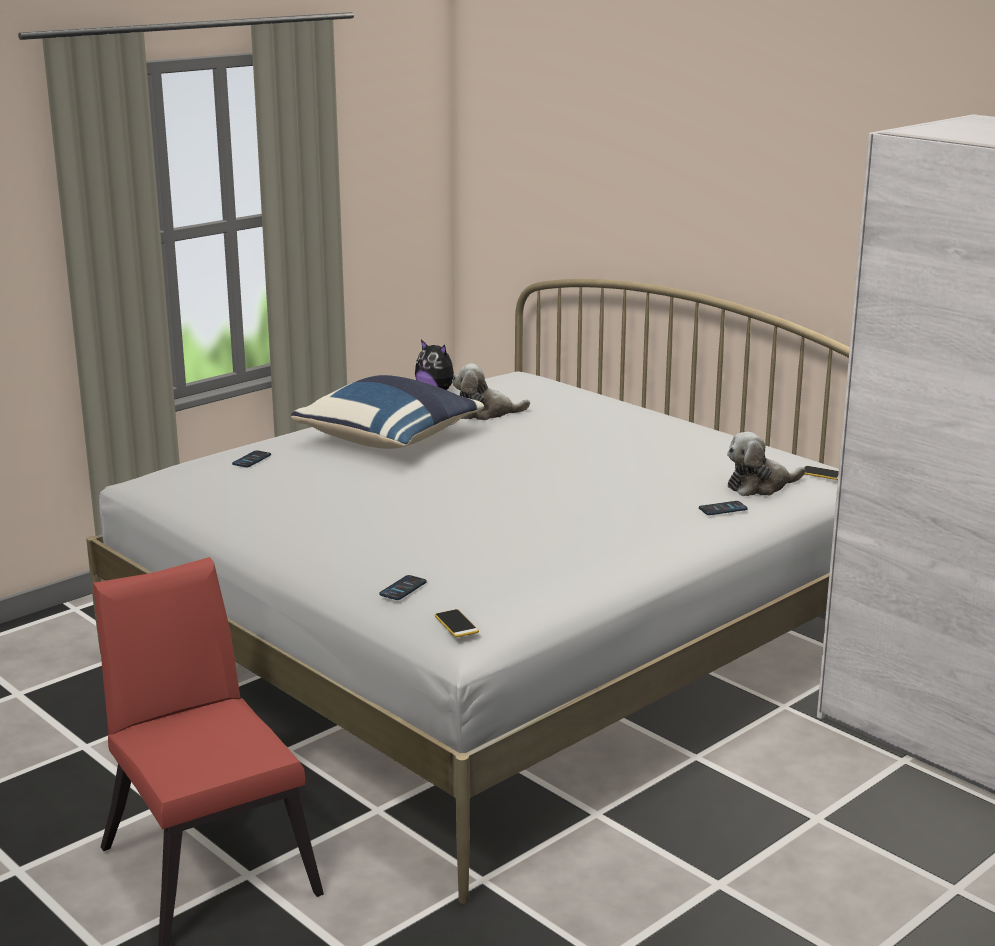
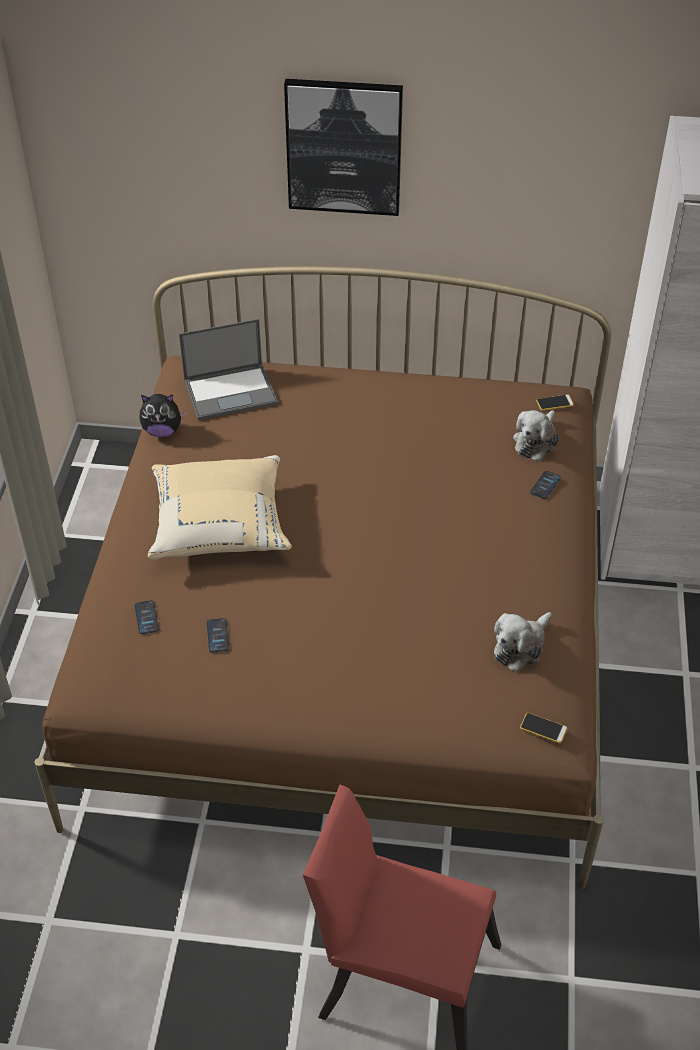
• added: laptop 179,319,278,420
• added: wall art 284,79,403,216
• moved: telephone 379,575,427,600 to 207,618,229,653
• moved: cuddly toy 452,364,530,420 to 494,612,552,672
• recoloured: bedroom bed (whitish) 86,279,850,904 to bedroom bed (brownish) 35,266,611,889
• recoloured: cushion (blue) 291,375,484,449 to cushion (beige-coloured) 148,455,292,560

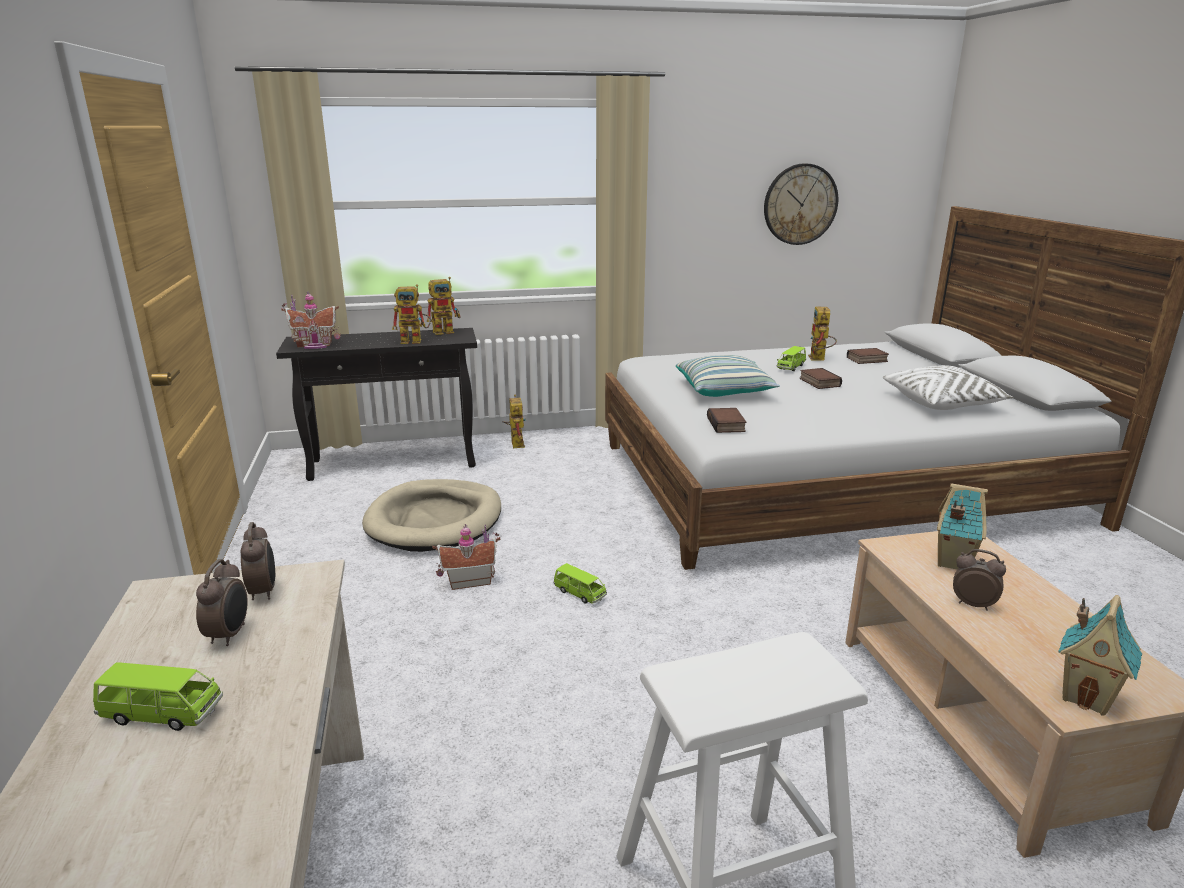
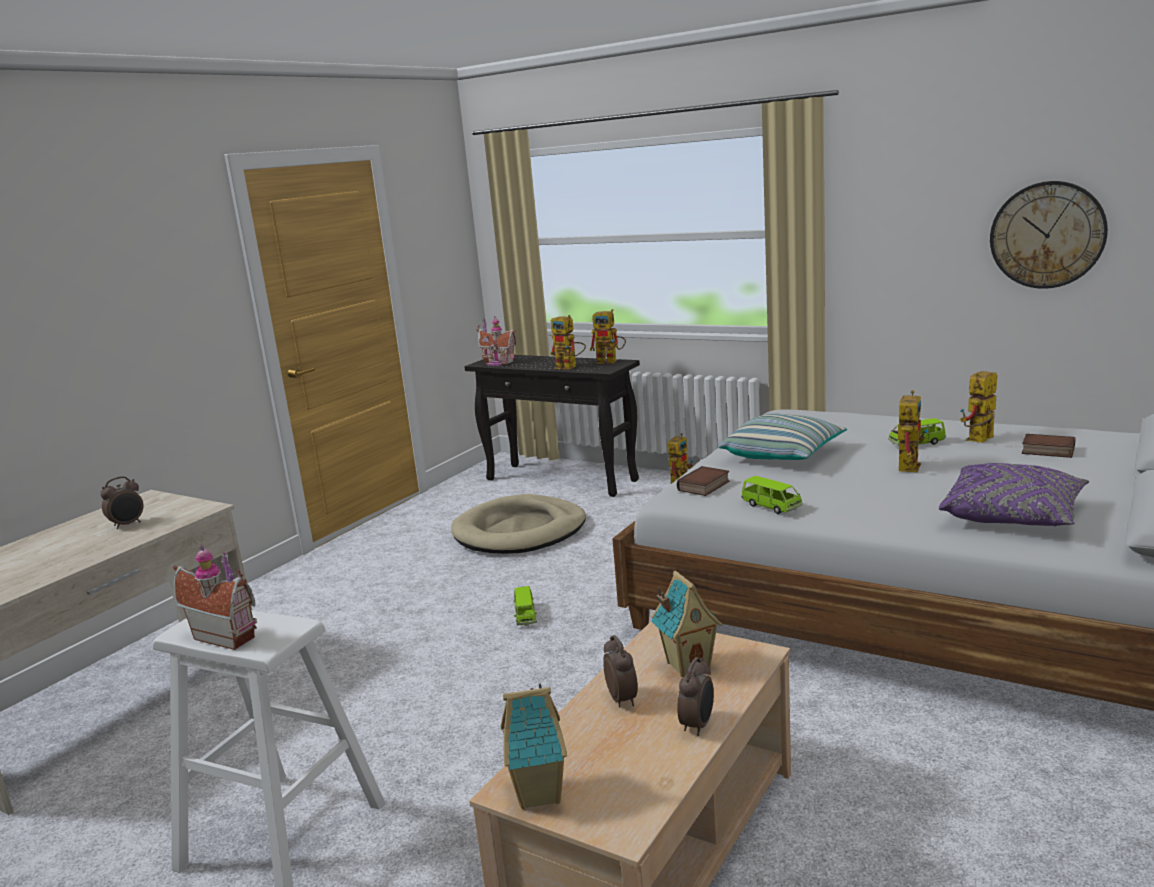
• moved: toy car (greenish) 93,662,223,731 to 741,476,803,514
• moved: table clock 240,522,275,600 to 677,657,714,736
• moved: miniature house 432,524,500,590 to 173,544,257,650
• replaced: bound book 799,368,842,389 to model robot 891,390,928,472
• recoloured: cushion (whitish) 883,365,1013,410 to cushion (purple) 939,463,1089,526

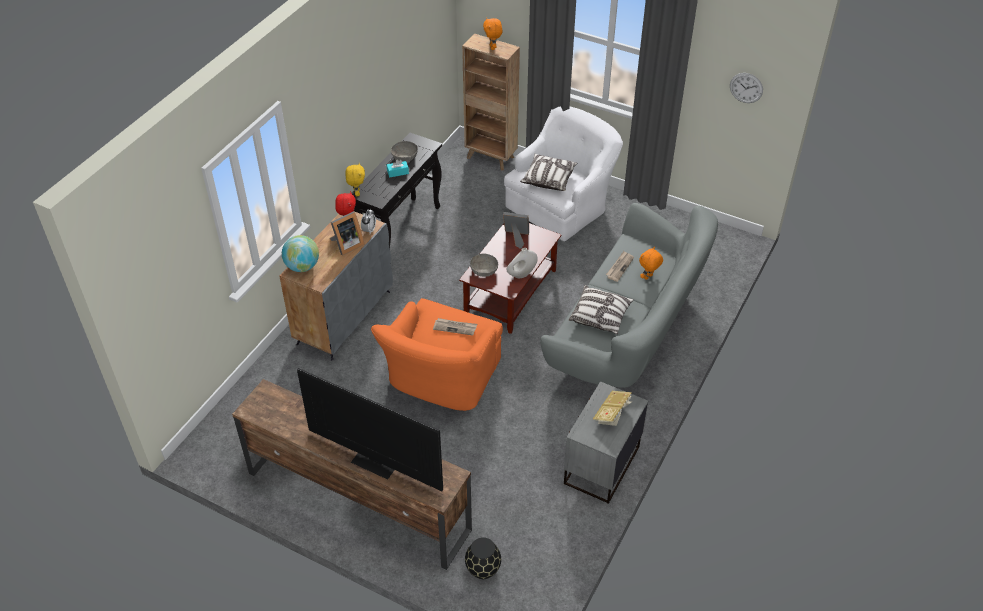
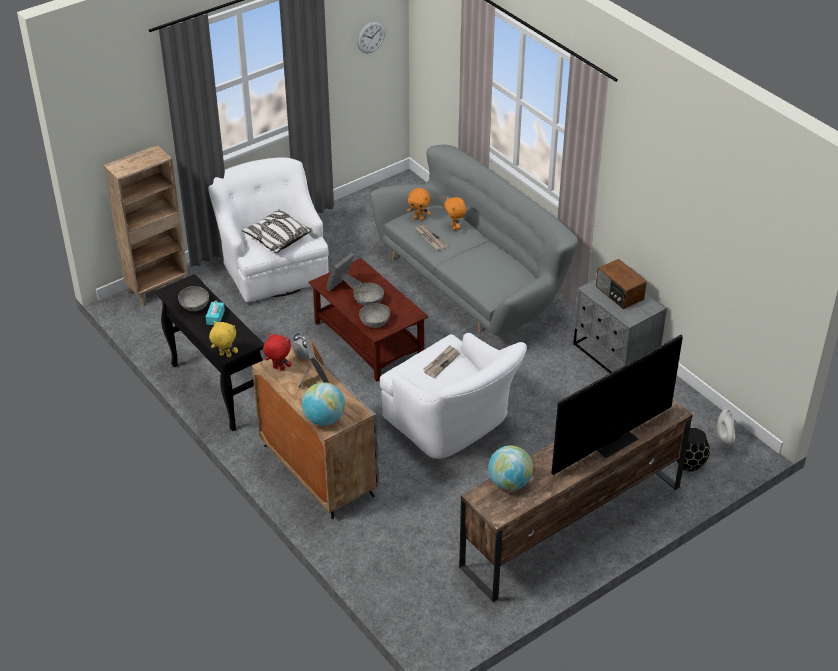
• removed: cushion 569,285,634,334
• added: deep dish (gray) 353,283,384,306
• added: desk globe 488,446,533,490
• moved: cuddly toy (orange) 483,17,502,50 to 407,188,431,220
• moved: flower vase (whitish) 506,248,538,278 to 717,409,735,447
• replaced: bound book 593,391,632,426 to radio set 596,259,646,309
• recoloured: easy chair (orange) 371,298,503,411 to easy chair (whitish) 380,333,527,459

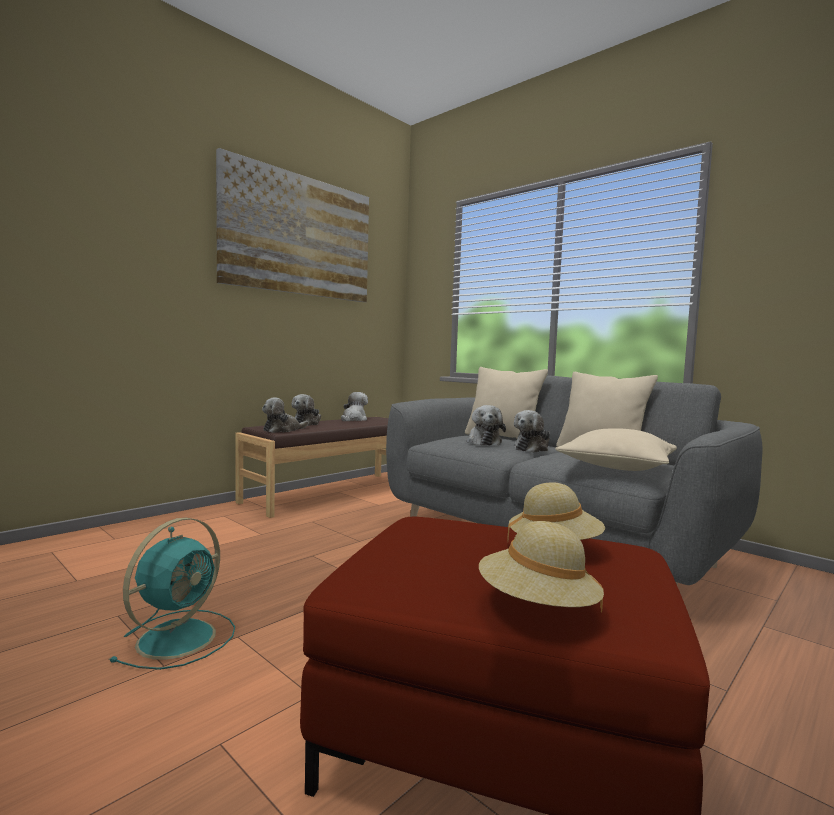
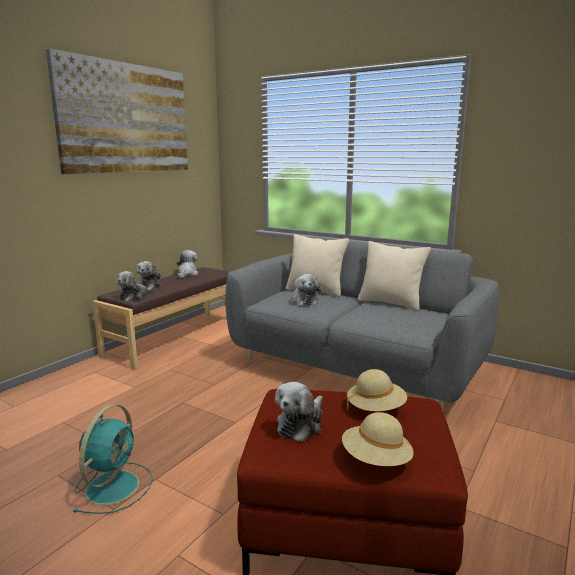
• removed: cushion (beige-coloured) 555,428,677,471
• moved: cuddly toy 514,410,550,453 to 275,382,323,442

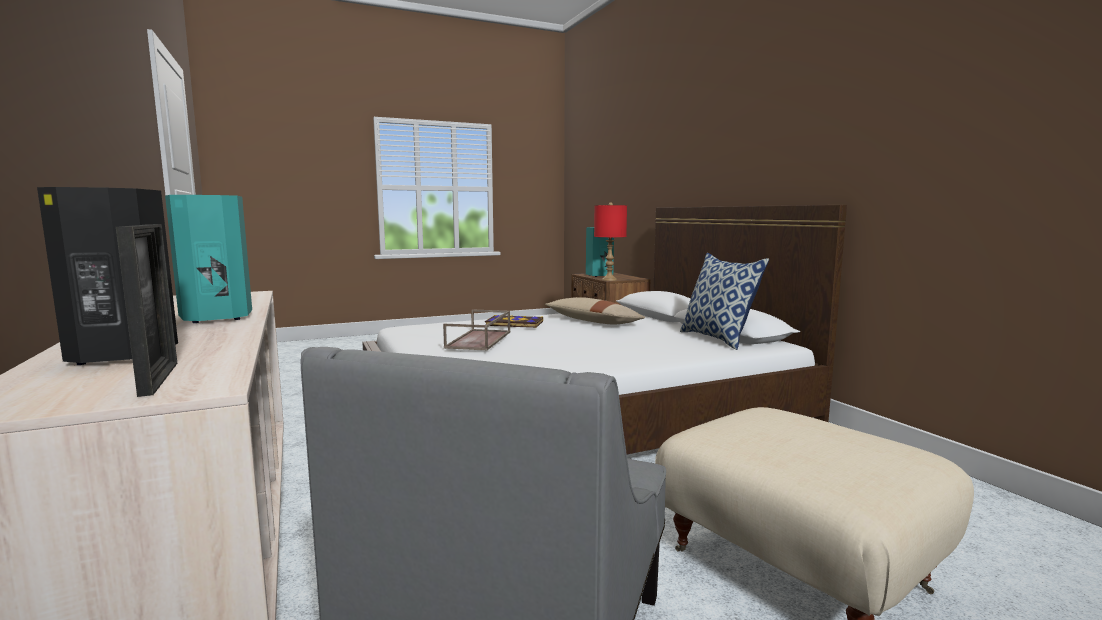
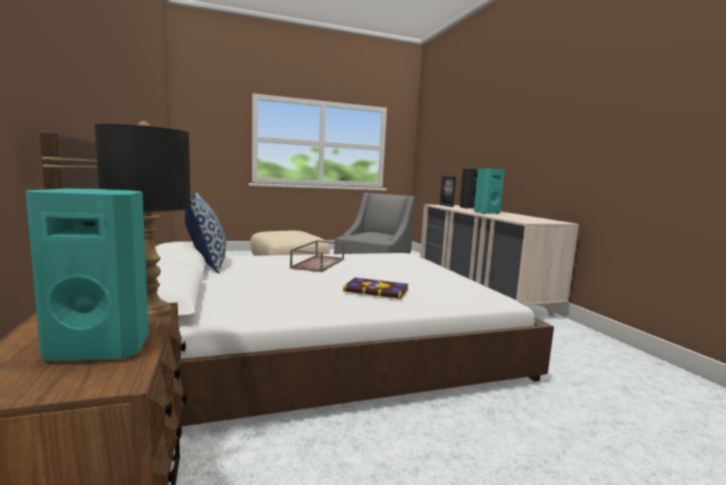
• removed: cushion (beige-coloured) 545,297,645,325
• moved: tray (brownish) 443,309,510,351 to 290,240,345,272
• recoloured: tabletop lamp (reddish) 594,203,627,281 to tabletop lamp (blackish) 95,121,191,316

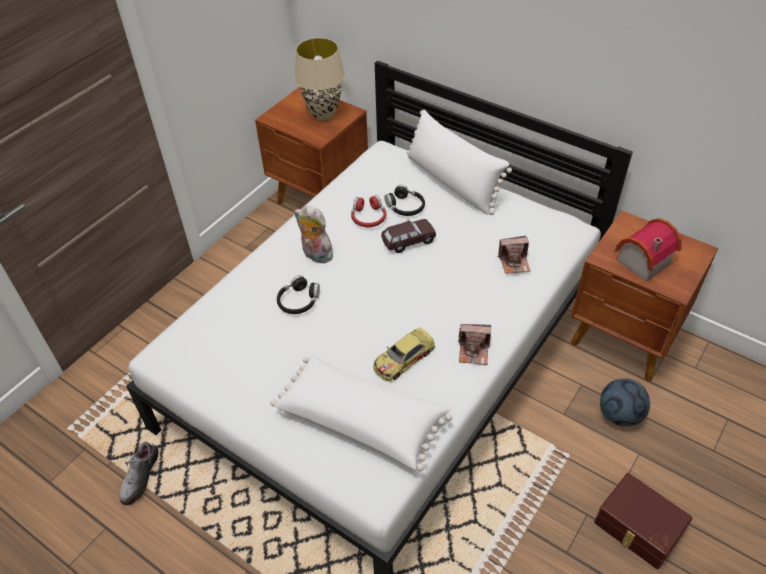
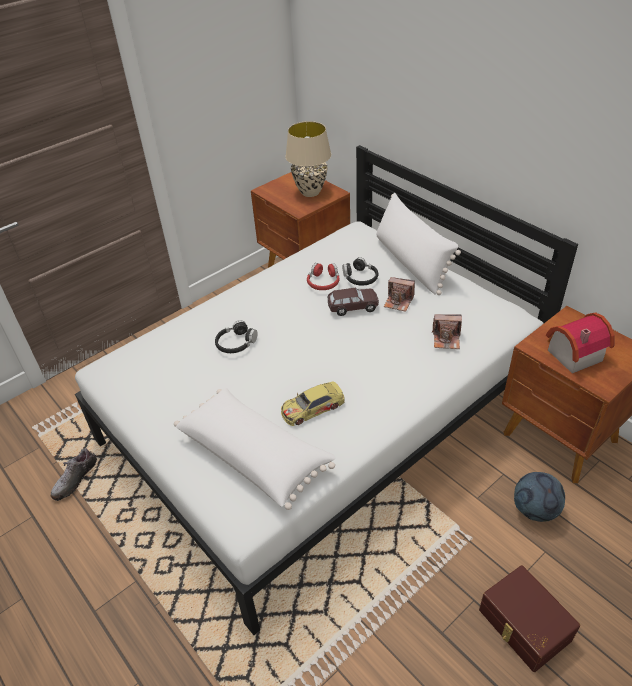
• removed: cuddly toy 294,206,335,263
• moved: photo camera 458,324,491,365 to 384,277,415,312

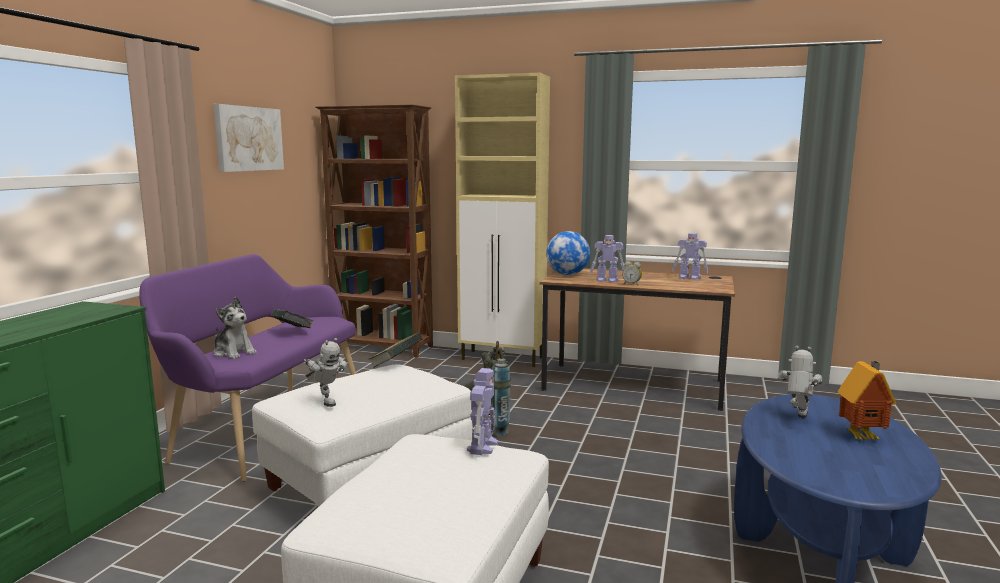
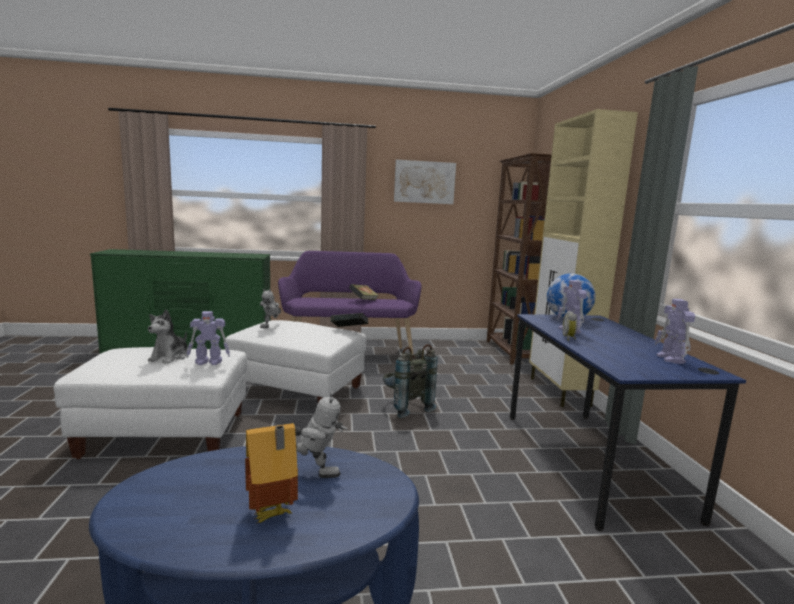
• moved: cuddly toy 214,297,257,359 to 148,309,188,364
• recoloured: desk table (brownish) 540,268,735,411 to desk table (blue) 510,314,746,531

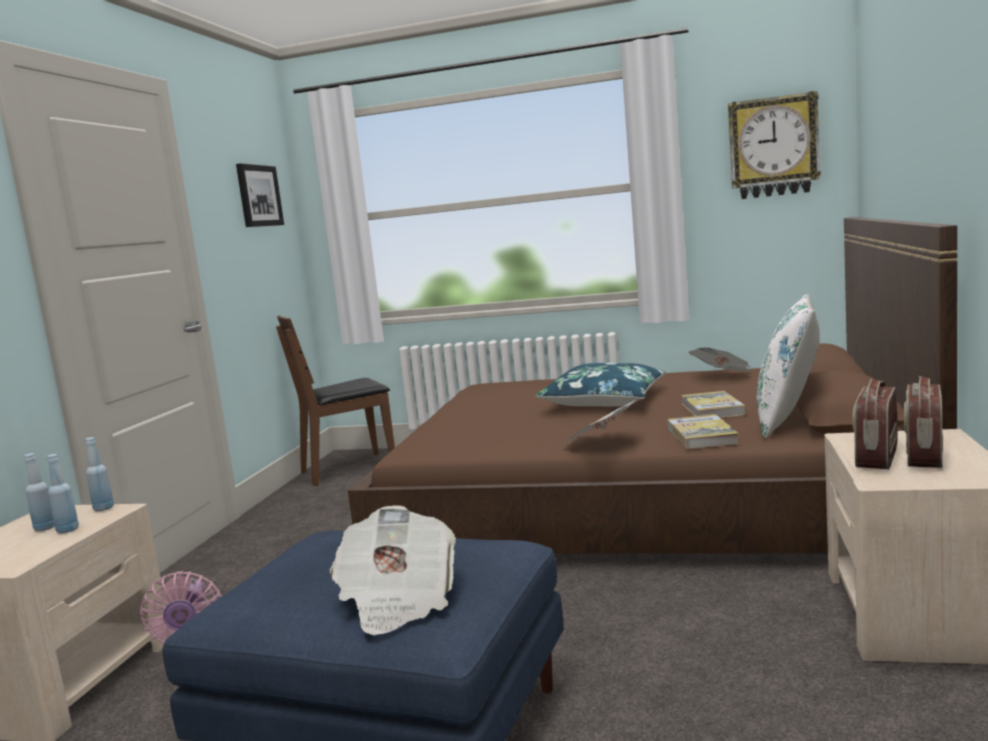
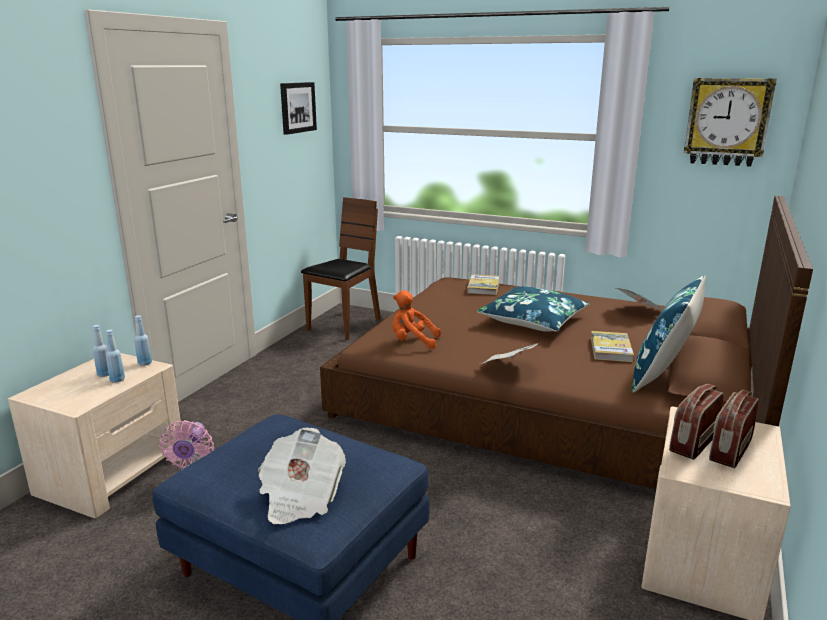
• added: cuddly toy (orange) 392,290,441,349
• moved: bound book 667,414,739,449 to 467,274,499,295
• recoloured: cushion (whitish) 757,294,820,438 to cushion (blue) 631,275,706,393
• turned: plain chair (brownish) 276,315,395,486 = 301,197,381,340 135 degrees clockwise

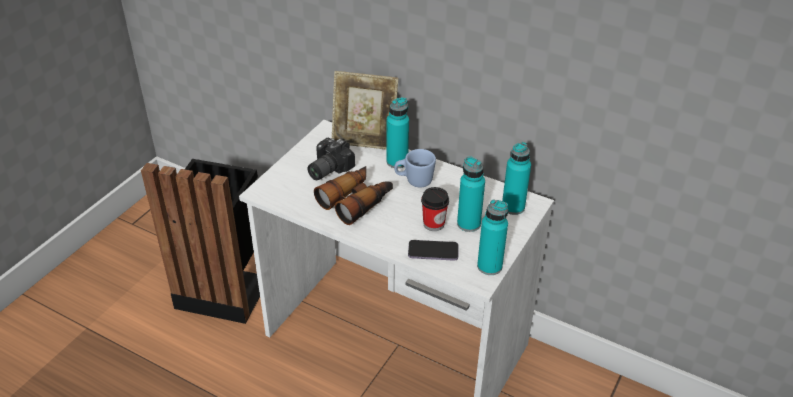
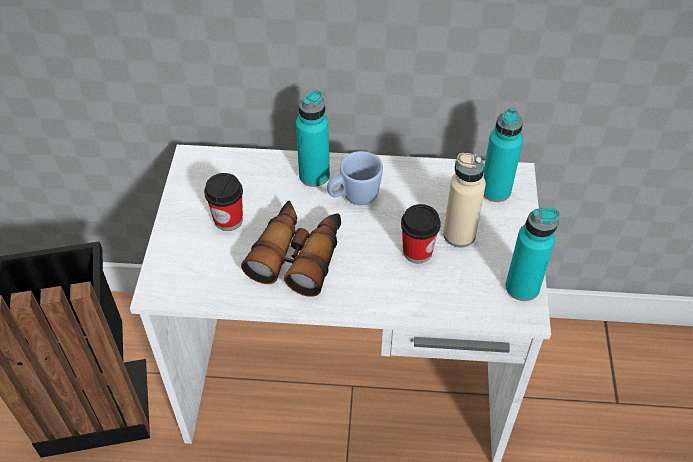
• removed: photo frame 332,71,399,150
• removed: telephone 408,240,459,261
• replaced: photo camera 307,138,355,180 to drinking cup 204,173,243,231
• recoloured: bottle (blue-green) 457,156,485,232 to bottle (beige-coloured) 443,153,486,248

